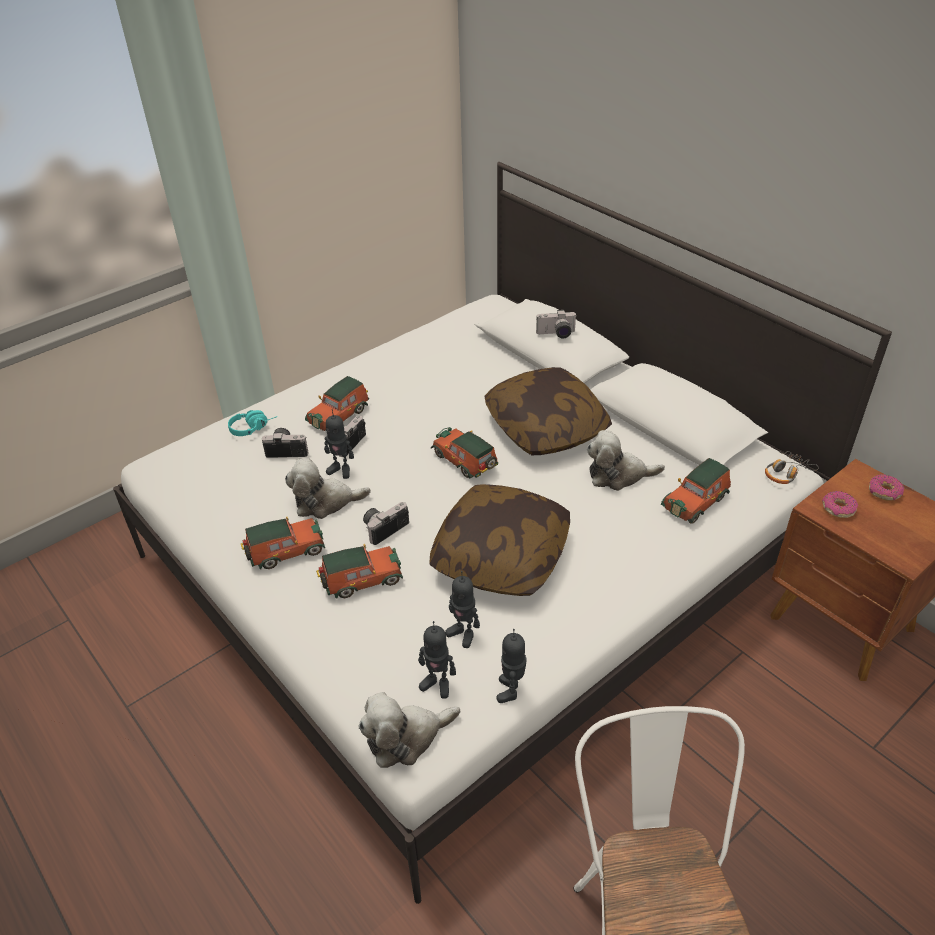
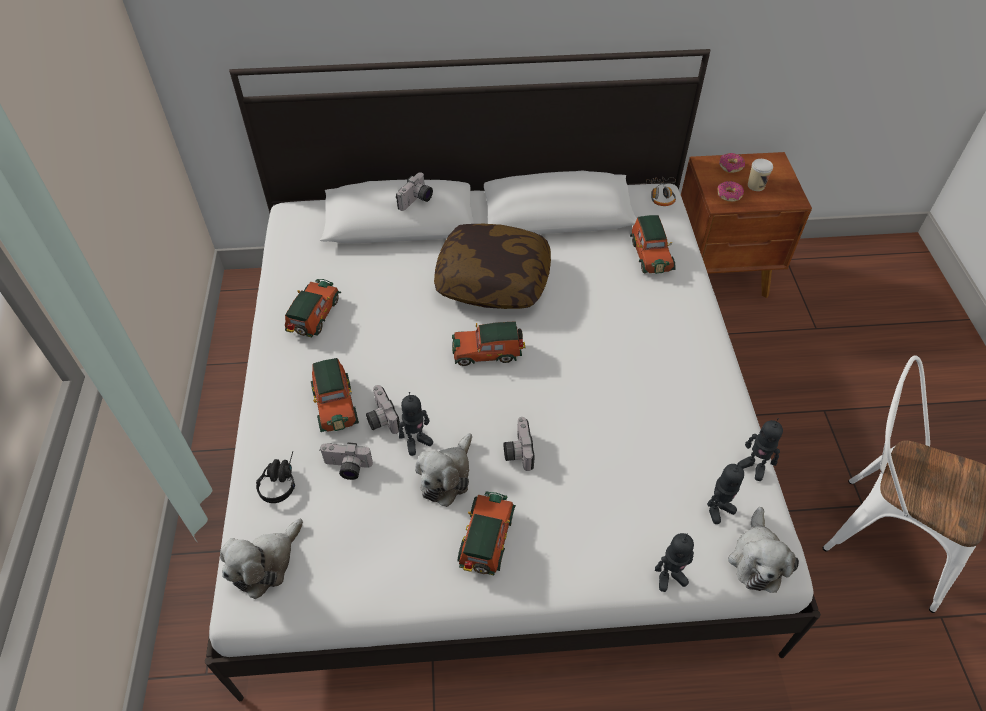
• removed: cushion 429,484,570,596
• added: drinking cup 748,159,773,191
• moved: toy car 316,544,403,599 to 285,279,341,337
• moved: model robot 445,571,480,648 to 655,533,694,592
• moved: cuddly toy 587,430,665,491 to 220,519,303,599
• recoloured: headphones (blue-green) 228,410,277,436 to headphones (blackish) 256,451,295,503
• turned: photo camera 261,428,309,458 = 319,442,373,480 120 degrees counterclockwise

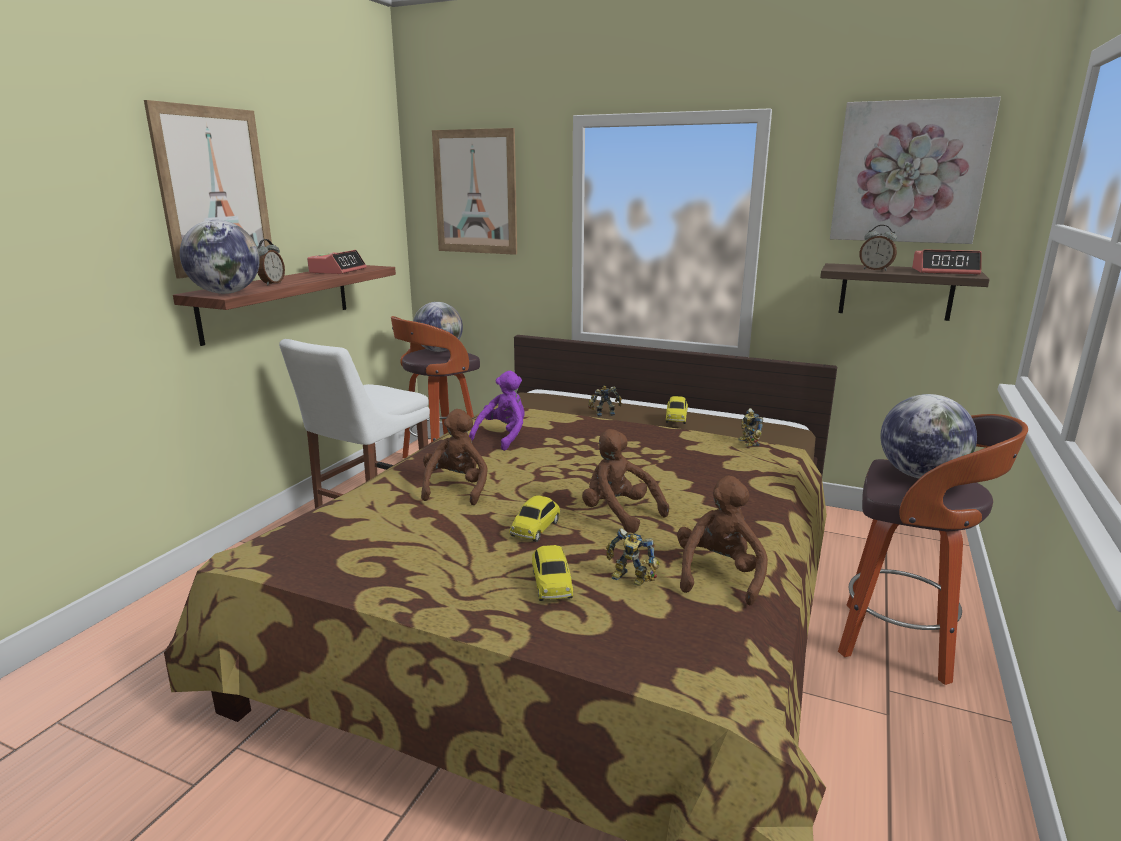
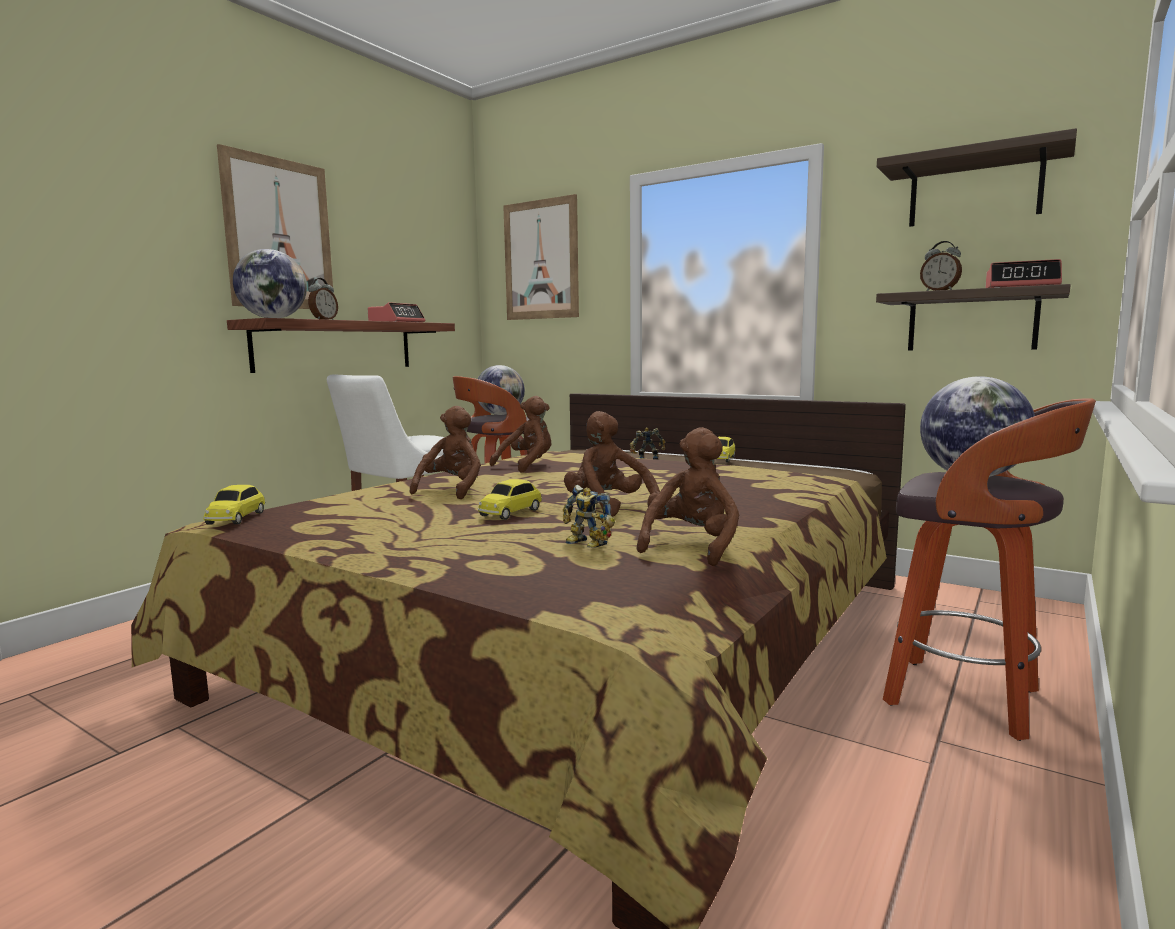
• removed: model robot 738,408,763,447
• moved: toy car 532,545,573,601 to 204,485,265,525
• replaced: wall art 830,97,1001,244 to wall shelf 877,128,1077,227
• recoloured: cuddly toy (purple) 469,371,525,451 to cuddly toy (brownish) 489,396,551,473

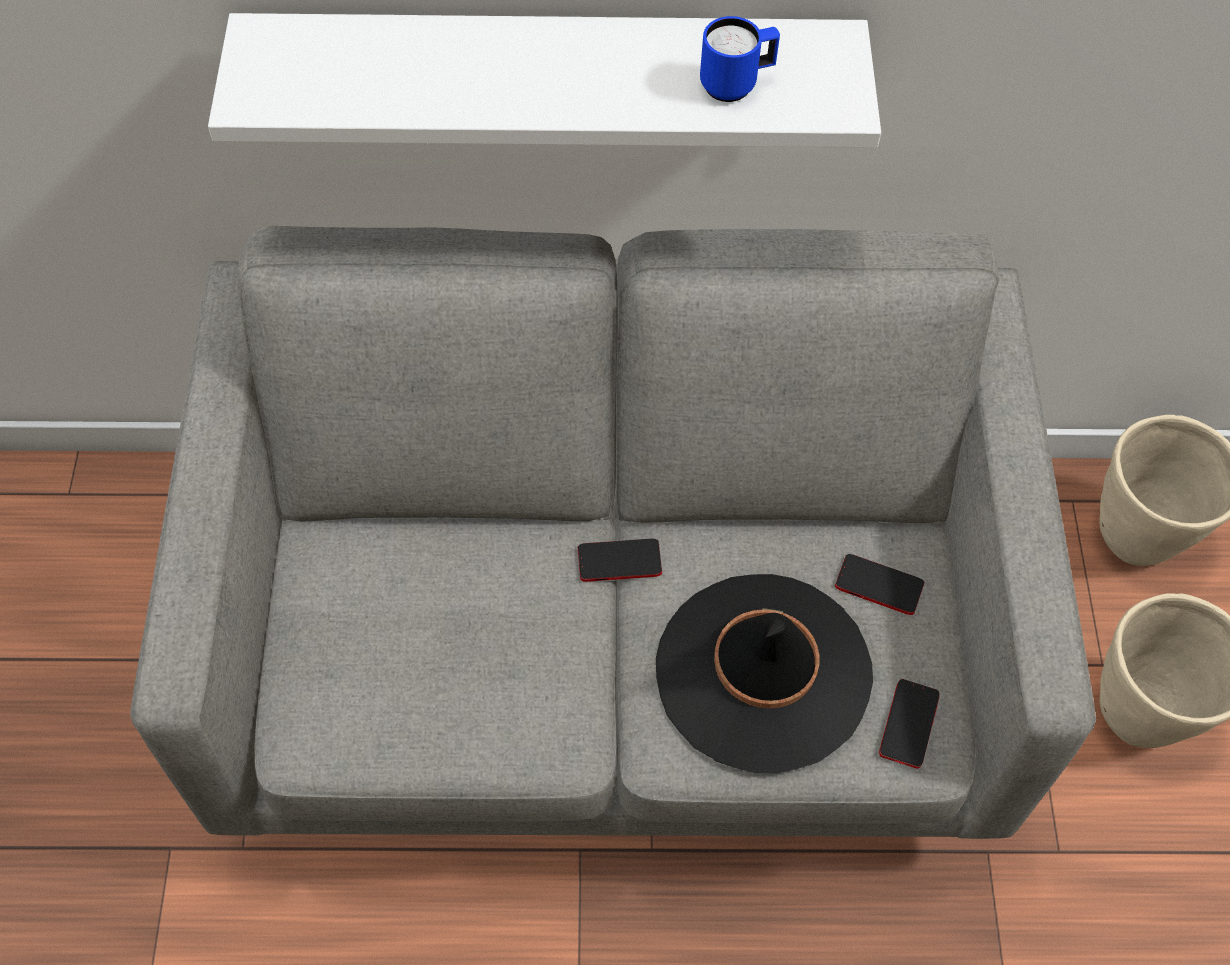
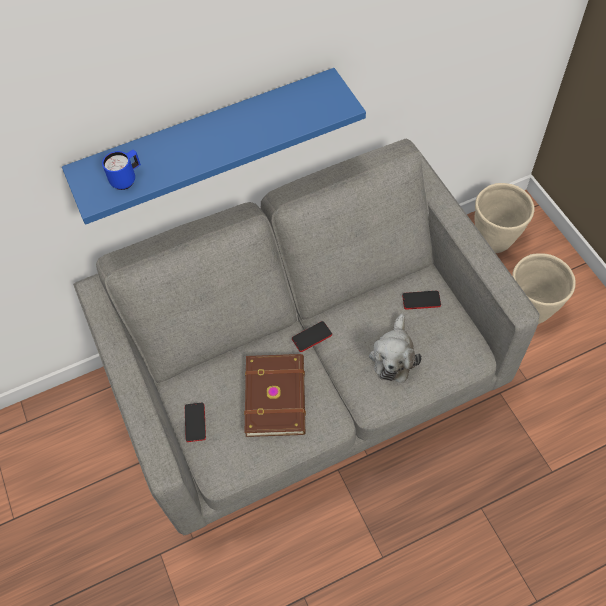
• added: bound book (brownish) 244,354,306,437
• moved: coffee mug (blue) 700,16,780,102 to 102,150,141,190
• moved: telephone 879,679,940,769 to 185,402,206,442
• replaced: wearable hat (blackish) 656,574,873,774 to cuddly toy 369,314,422,383
• recoloured: wall shelf (whitish) 208,13,881,148 to wall shelf (blue) 62,68,366,225

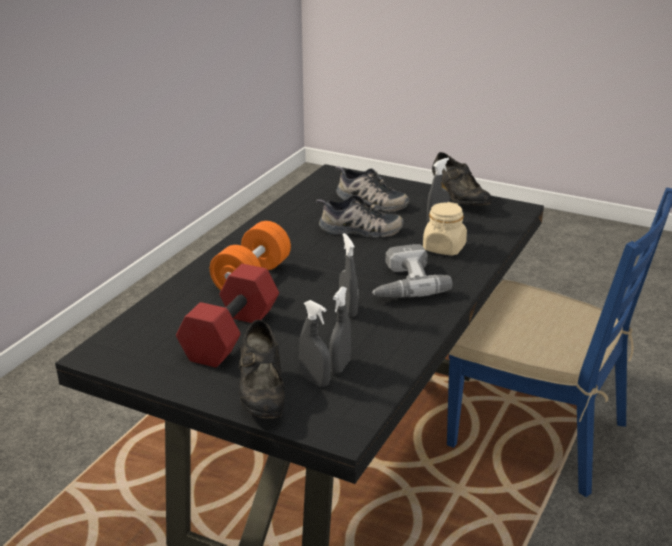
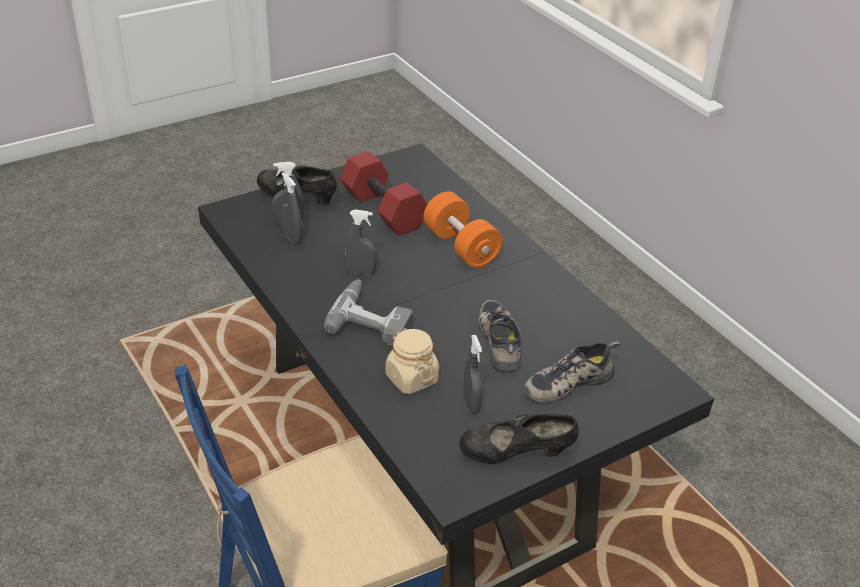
• turned: shoe 316,195,404,237 = 478,300,521,373 135 degrees clockwise

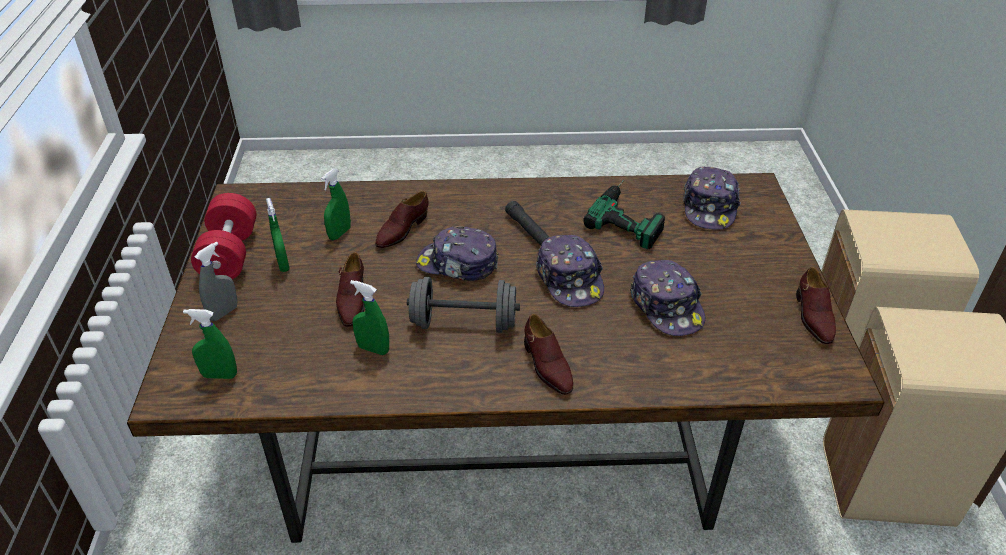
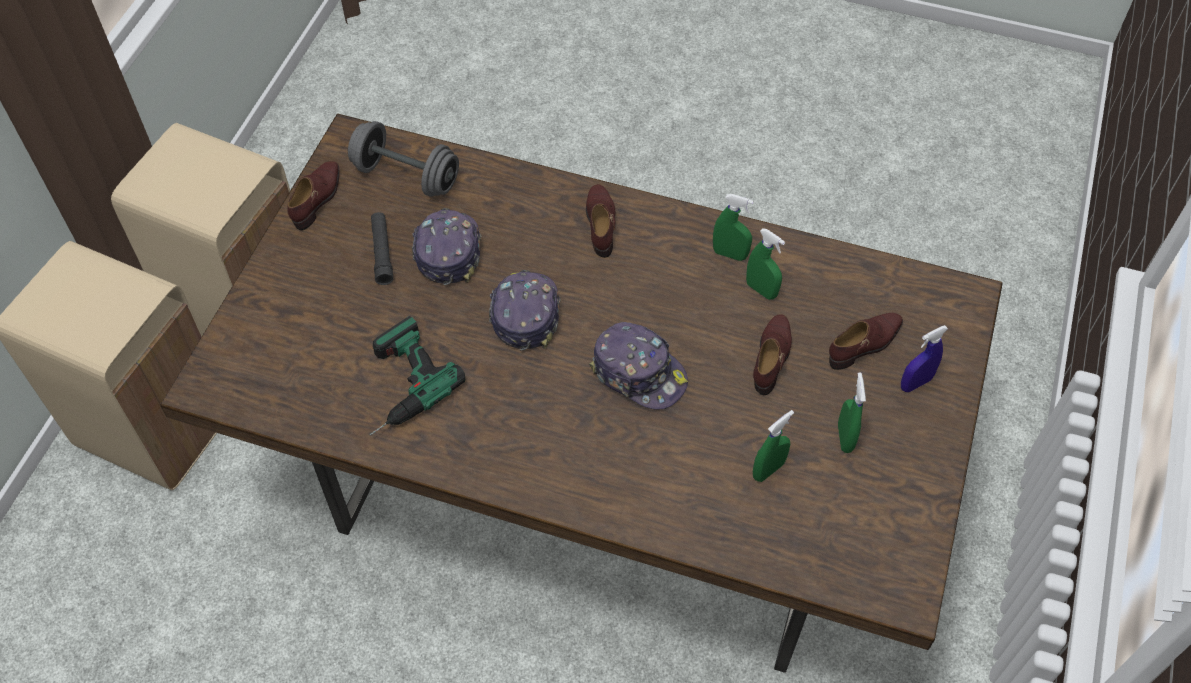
• removed: dumbbell (reddish) 191,193,256,279
• removed: baseball cap 683,167,741,230
• moved: sprayer (greenish) 183,309,237,379 to 713,194,754,261
• moved: shoe (brownish) 375,191,429,248 to 829,313,903,370
• moved: dumbbell (gray) 407,276,520,333 to 348,121,459,197
• moved: torch (blackish) 505,201,549,246 to 371,212,394,285
• recoloured: sprayer (gray) 195,242,237,321 to sprayer (blue) 901,325,948,392

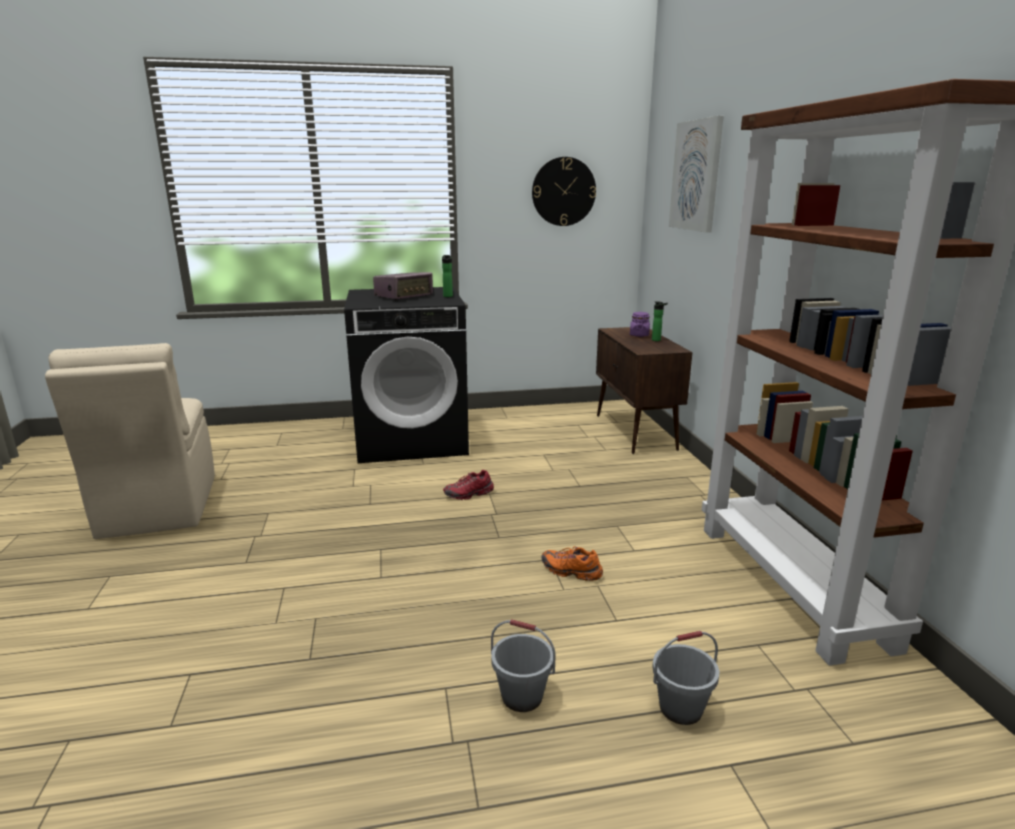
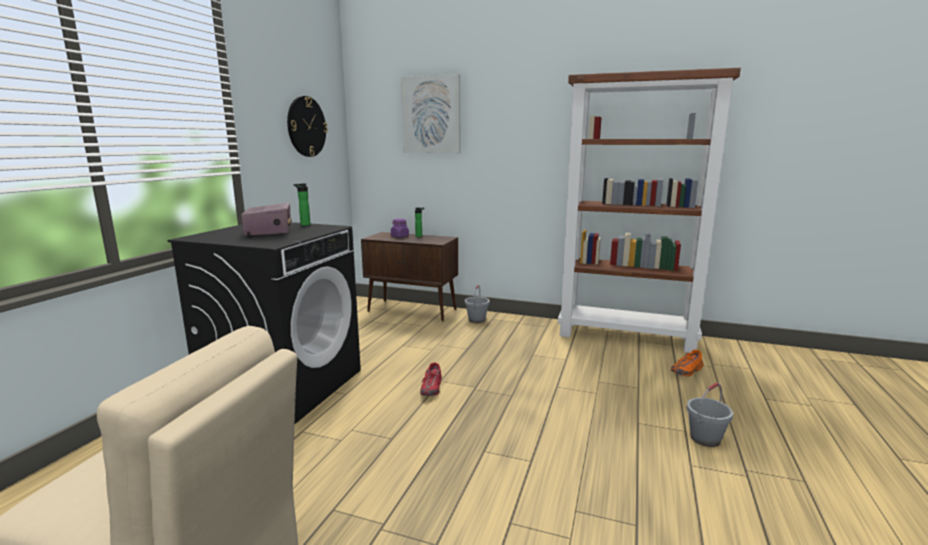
• moved: shoe (orange) 541,546,603,581 to 671,349,704,377
• moved: bucket (gray) 652,631,719,725 to 465,285,490,323

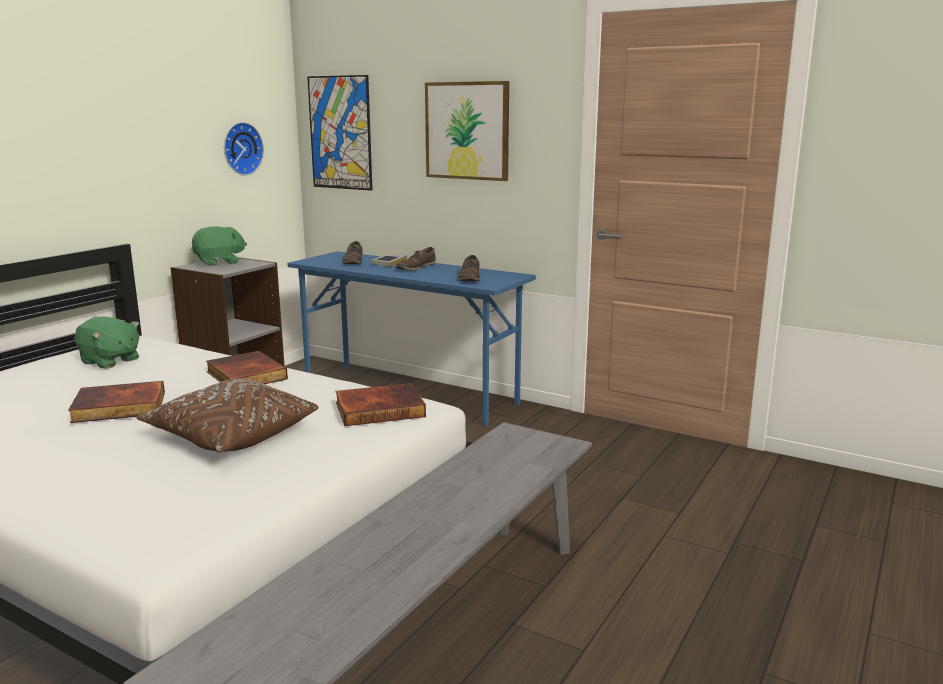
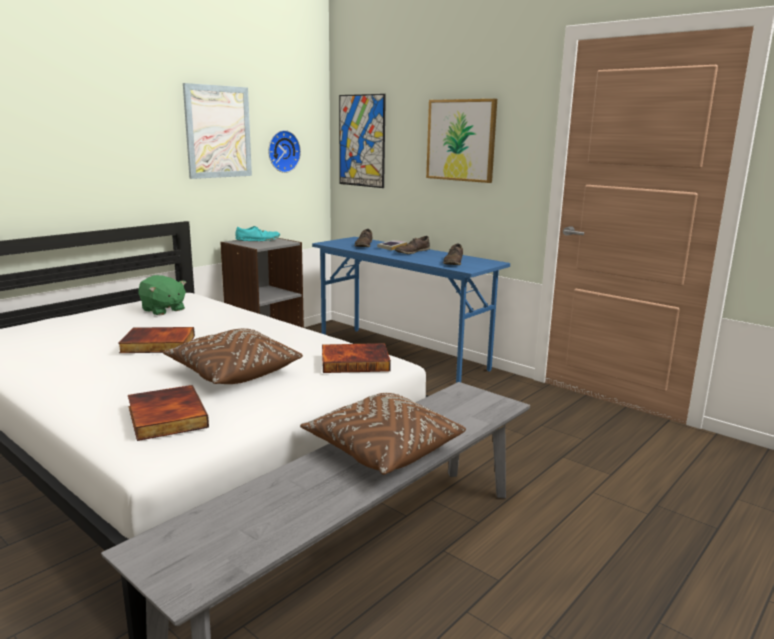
• added: wall art 183,83,252,179
• added: cushion (brownish) 300,393,466,475
• moved: bound book 206,351,288,384 to 128,385,209,441
• replaced: cuddly toy (greenish) 191,226,247,266 to shoe (blue-green) 235,226,280,241

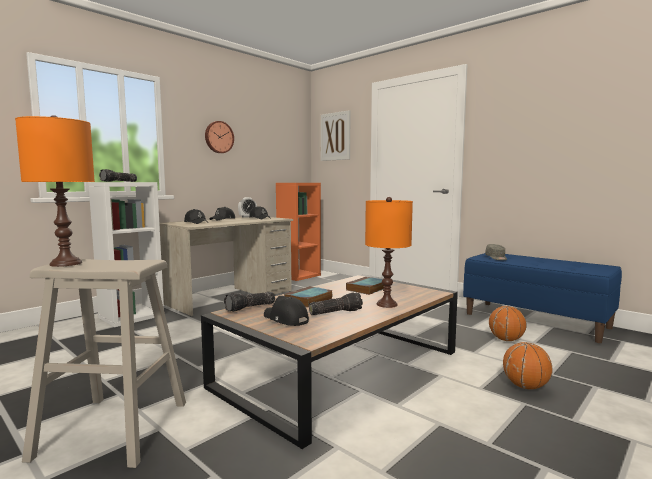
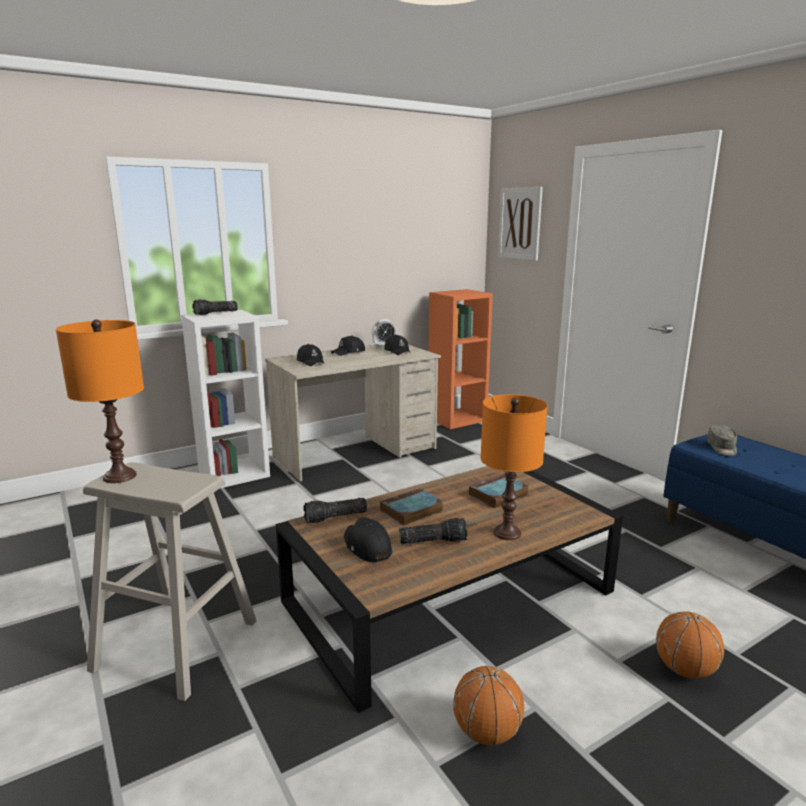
• removed: wall clock 205,121,234,153
• moved: basketball ball 489,306,527,341 to 453,666,524,746

